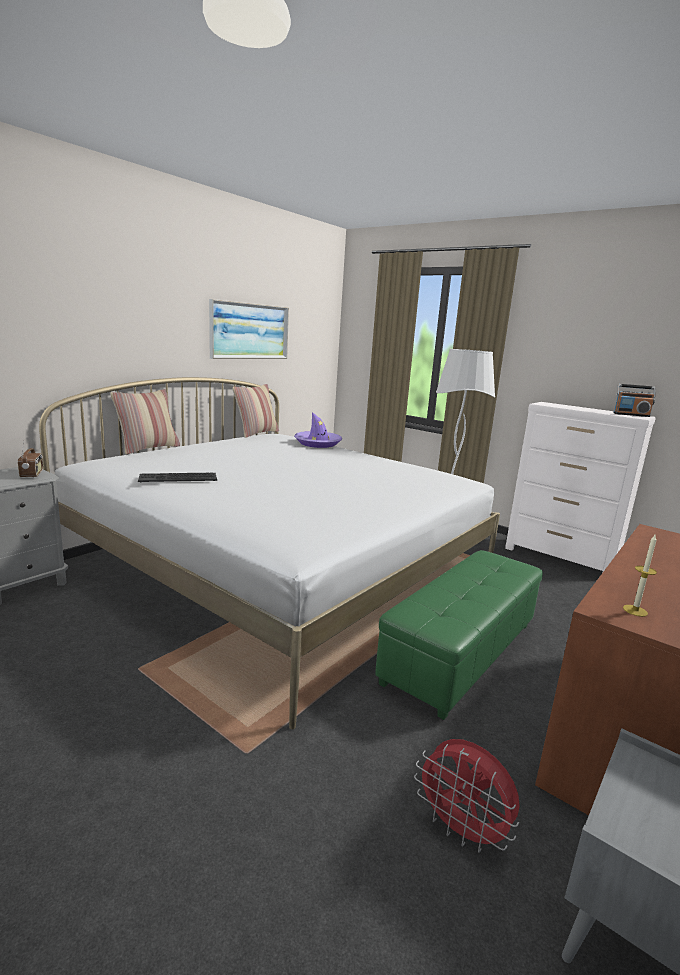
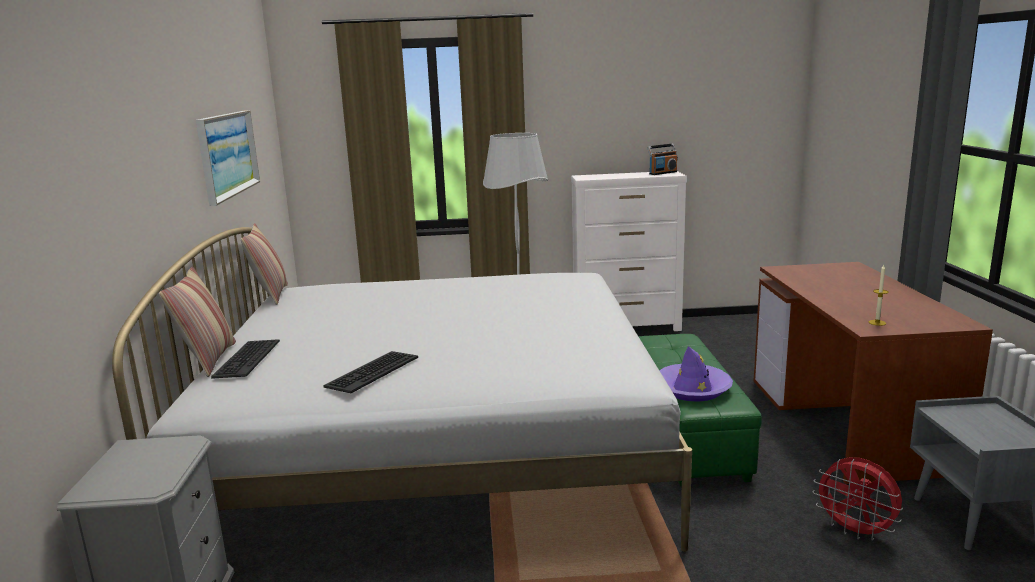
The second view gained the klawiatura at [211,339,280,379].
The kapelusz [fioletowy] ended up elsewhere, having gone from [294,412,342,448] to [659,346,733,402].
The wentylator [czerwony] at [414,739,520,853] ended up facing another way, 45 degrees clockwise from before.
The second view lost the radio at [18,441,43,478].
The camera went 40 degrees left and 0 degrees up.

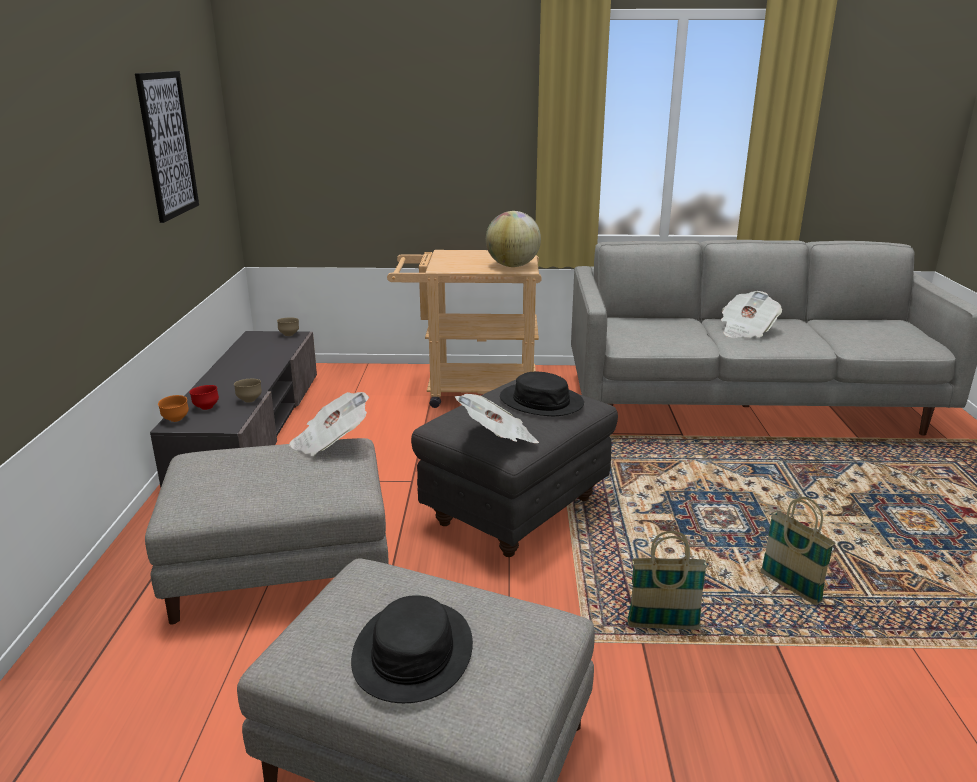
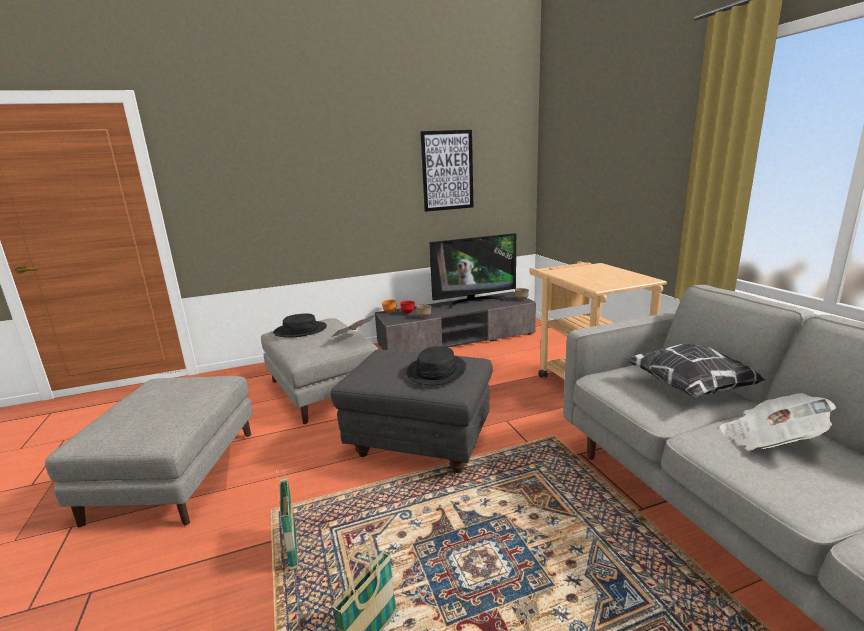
The kapelusz [czarny] ended up elsewhere, having gone from [351,595,473,703] to [273,313,327,338].
The second view gained the telewizor at [430,233,516,309].
The second view gained the poduszka at [625,344,766,398].
The second view lost the gazeta at [455,394,539,443].
The second view lost the globus at [486,211,541,267].
The camera went 70 degrees right and 5 degrees down.

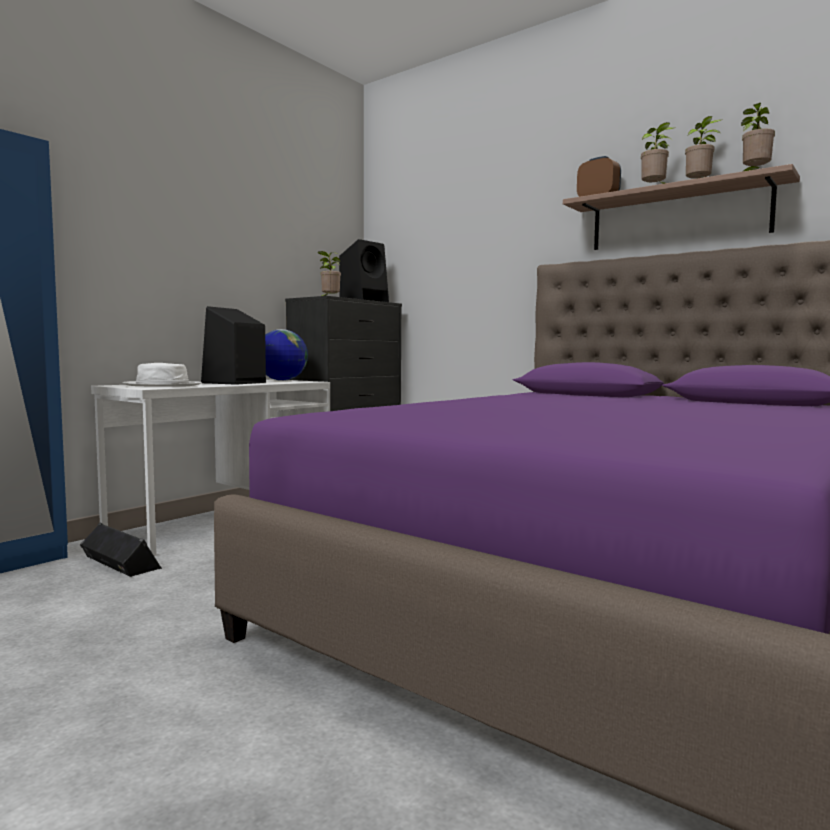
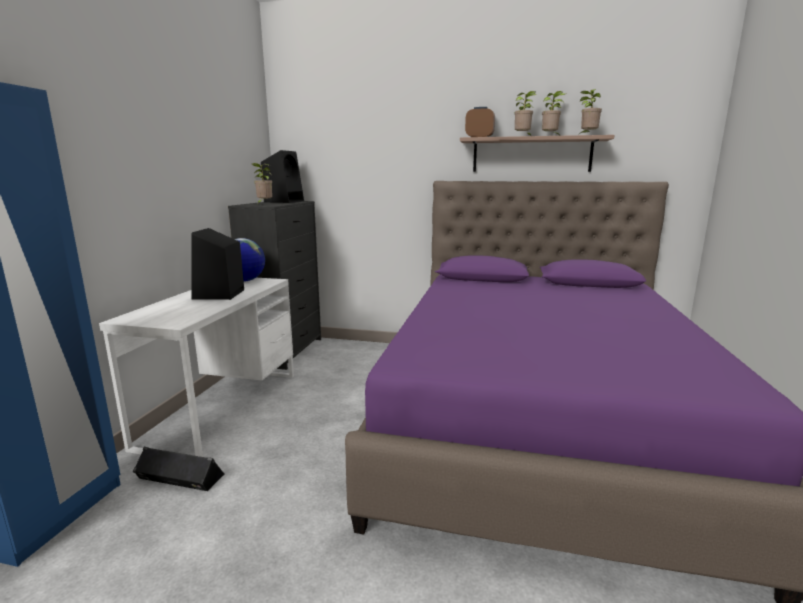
The second view lost the kapelusz [biały] at [122,363,202,387].
The camera went 25 degrees left and 10 degrees up.

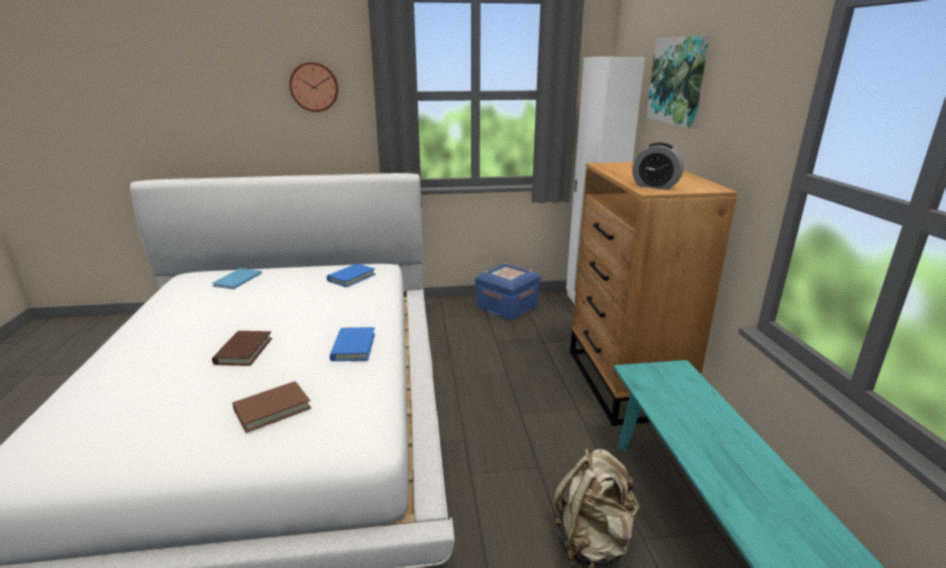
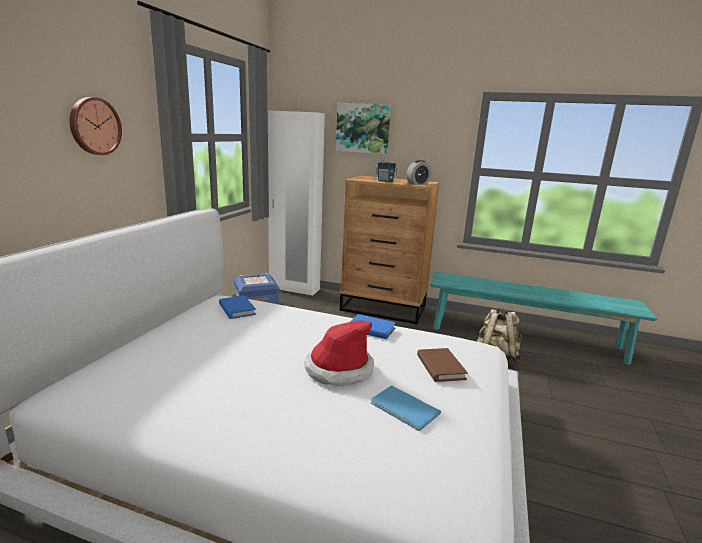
Where the książka [brązowy] stood at [212,331,272,366], the kapelusz came to stand at [305,320,374,386].
The książka [niebieski] ended up elsewhere, having gone from [211,268,262,289] to [370,385,441,431].
The second view gained the radio at [376,151,397,182].
The camera went 65 degrees left and 5 degrees down.

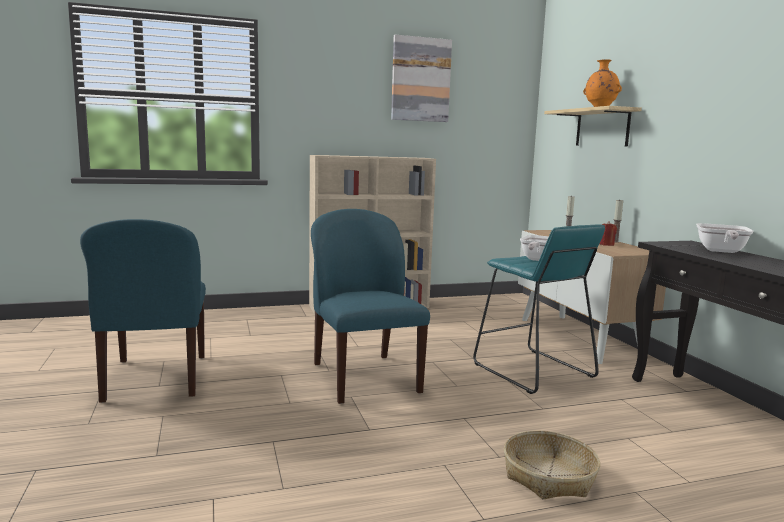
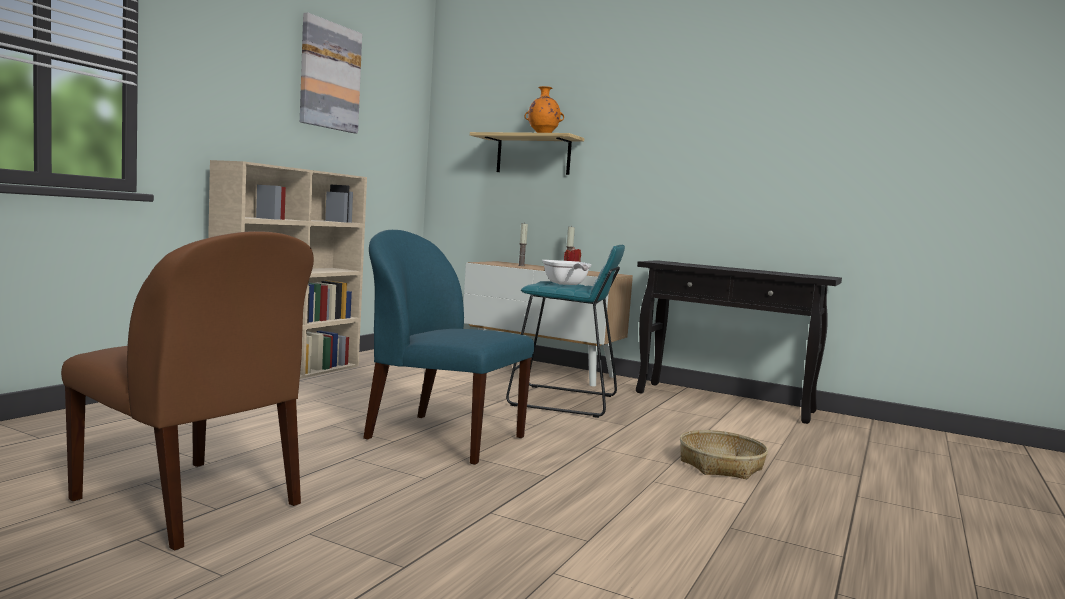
What was the krzesło [niebieski] at [80,219,206,403] turned into the krzesło [brązowy] at [61,231,314,550].
The second view lost the patelnia at [696,223,754,253].
The camera went 45 degrees left and 5 degrees down.

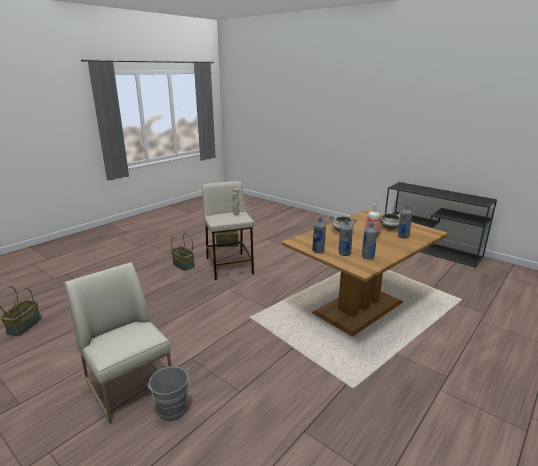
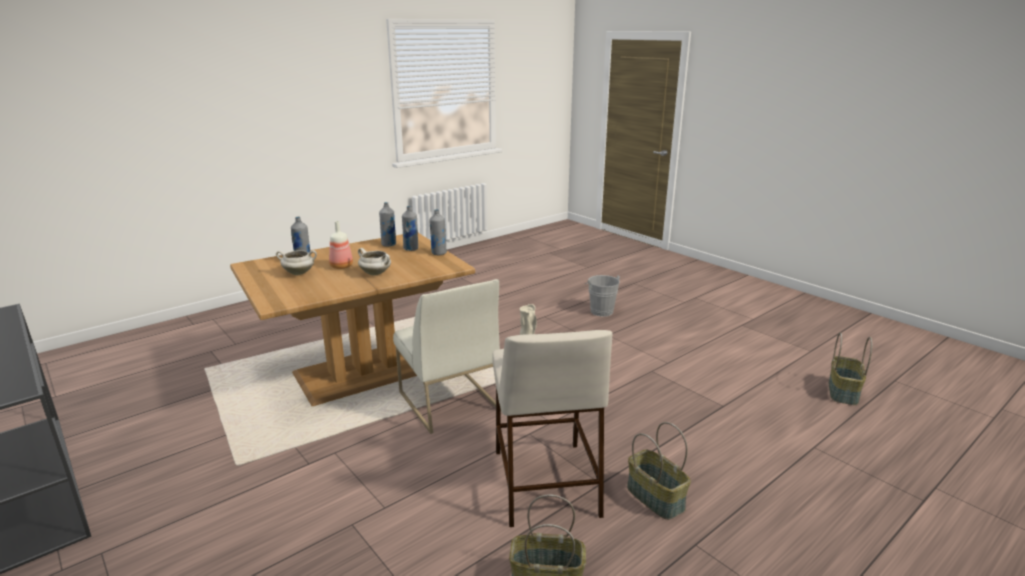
The krzesło [biały] ended up elsewhere, having gone from [65,262,171,423] to [393,279,500,434].
The camera went 170 degrees left and 0 degrees up.

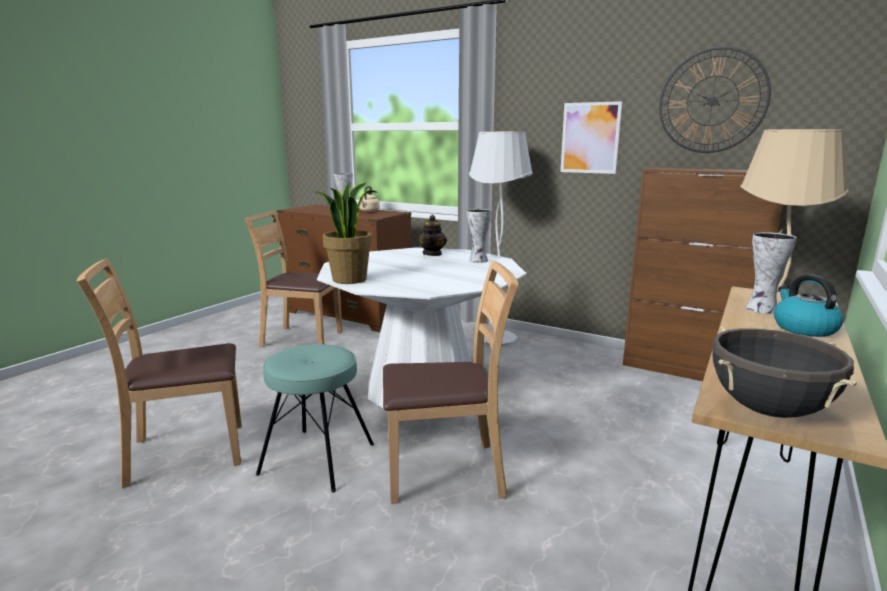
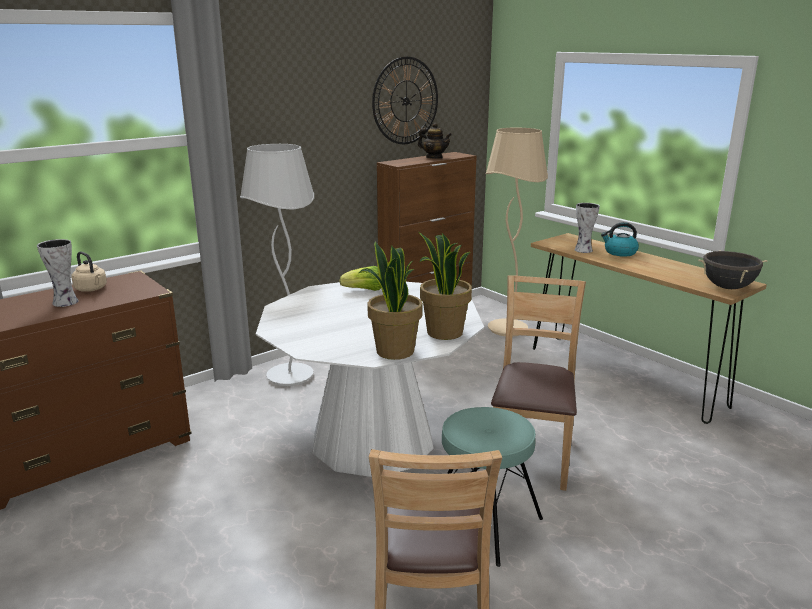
Where the wazon stood at [467,209,492,263], the sałata came to stand at [340,266,381,291].
The imbryk ended up elsewhere, having gone from [418,215,447,256] to [418,123,452,159].
The second view gained the roślina doniczkowa at [419,232,472,340].
The second view lost the krzesło [brązowy] at [245,210,342,347].
The second view lost the obraz at [560,101,622,174].
The camera went 70 degrees left and 5 degrees up.

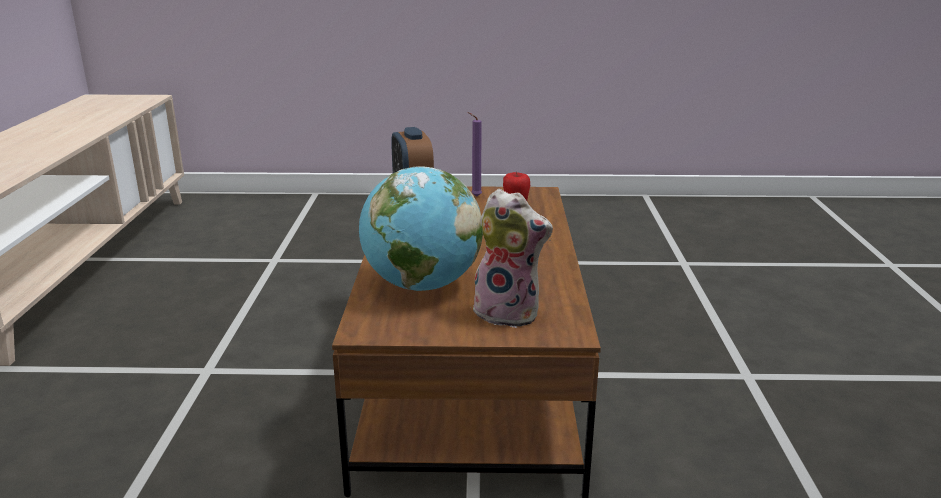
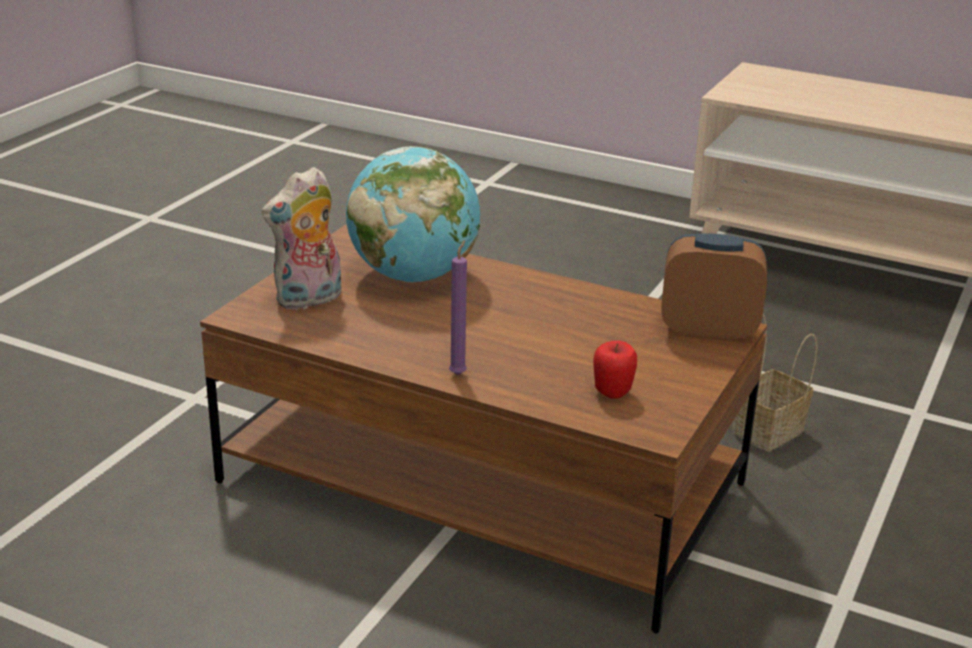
The świeca [fioletowy] ended up elsewhere, having gone from [468,112,482,197] to [449,240,467,375].
The second view gained the koszyk at [732,314,817,451].
The camera went 115 degrees right and 5 degrees up.

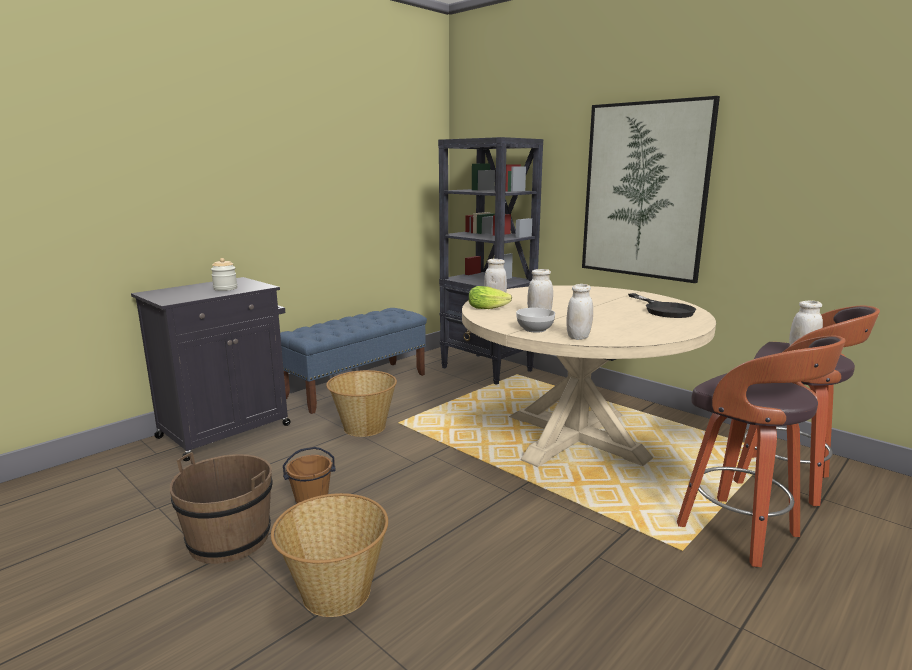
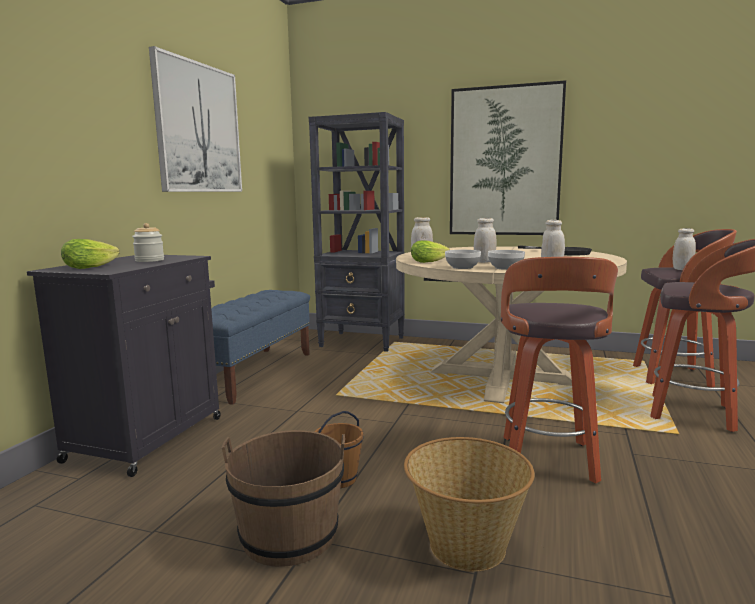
The second view gained the sałata at [61,239,120,269].
The second view gained the obraz at [149,46,242,192].
The second view gained the miska at [445,250,481,269].
The second view gained the stołek at [501,257,618,483].
The second view lost the koszyk at [326,370,397,437].
The camera went 25 degrees left and 5 degrees down.

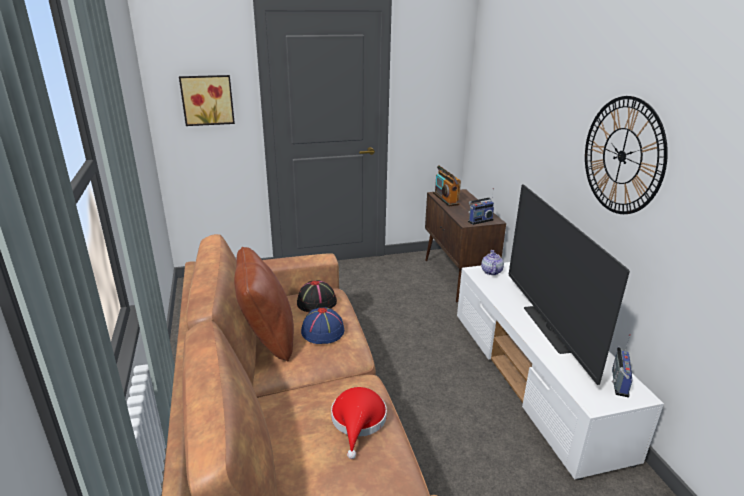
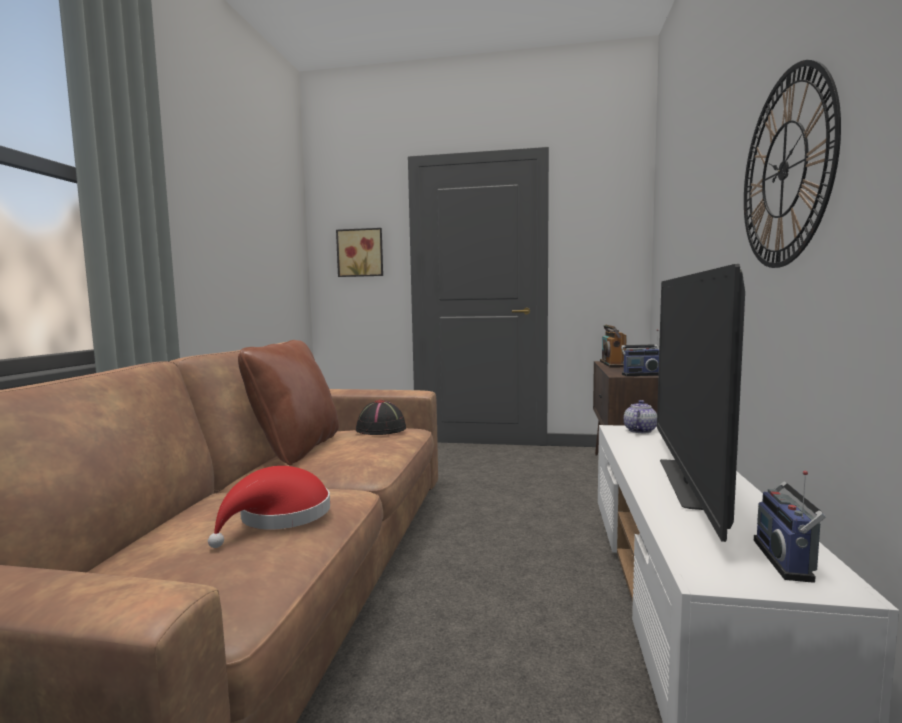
The radio at [612,334,632,398] ended up facing another way, 150 degrees clockwise from before.
The second view lost the kapelusz [niebieski] at [301,307,344,344].
The camera went 25 degrees right and 20 degrees down.

